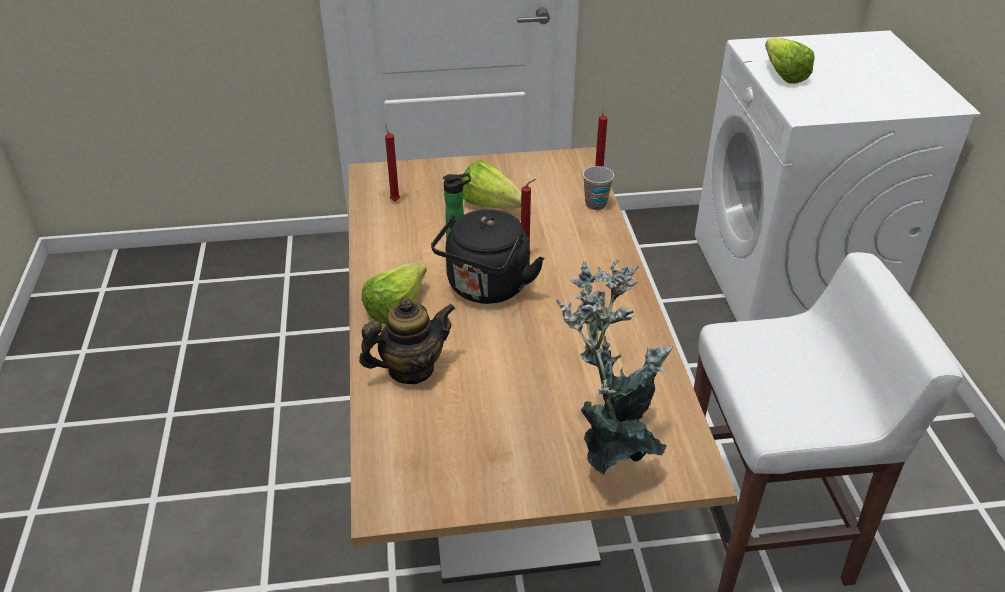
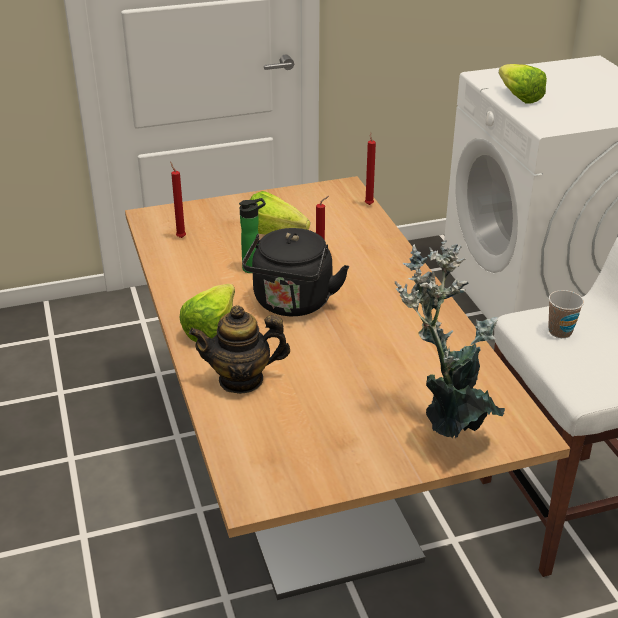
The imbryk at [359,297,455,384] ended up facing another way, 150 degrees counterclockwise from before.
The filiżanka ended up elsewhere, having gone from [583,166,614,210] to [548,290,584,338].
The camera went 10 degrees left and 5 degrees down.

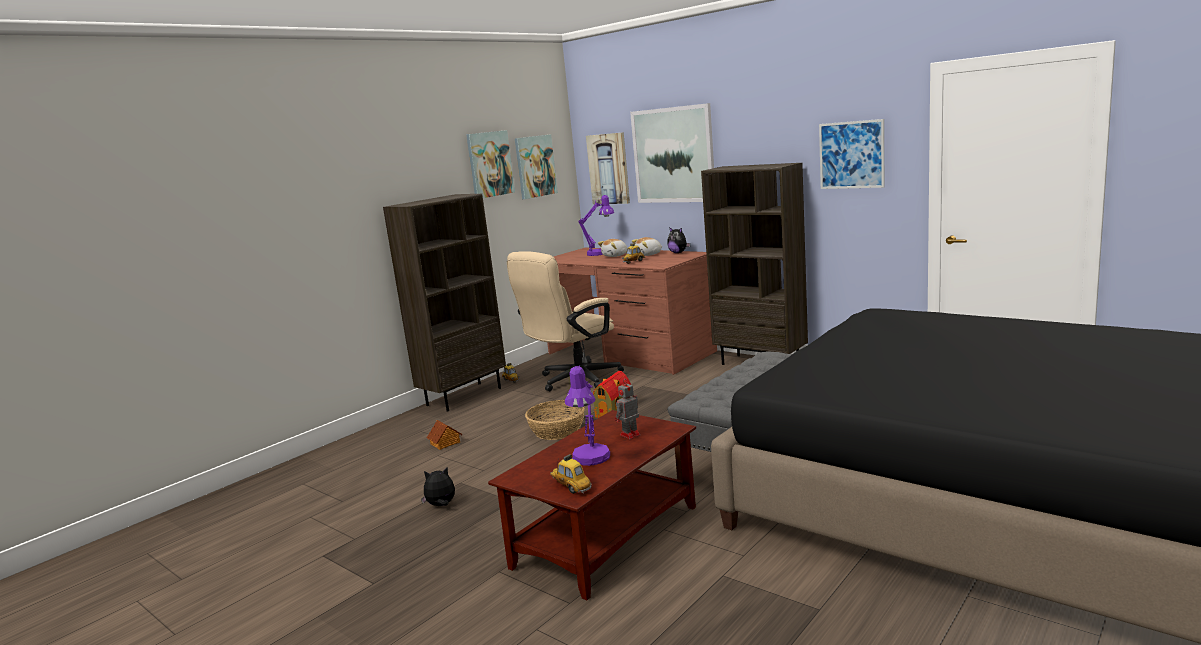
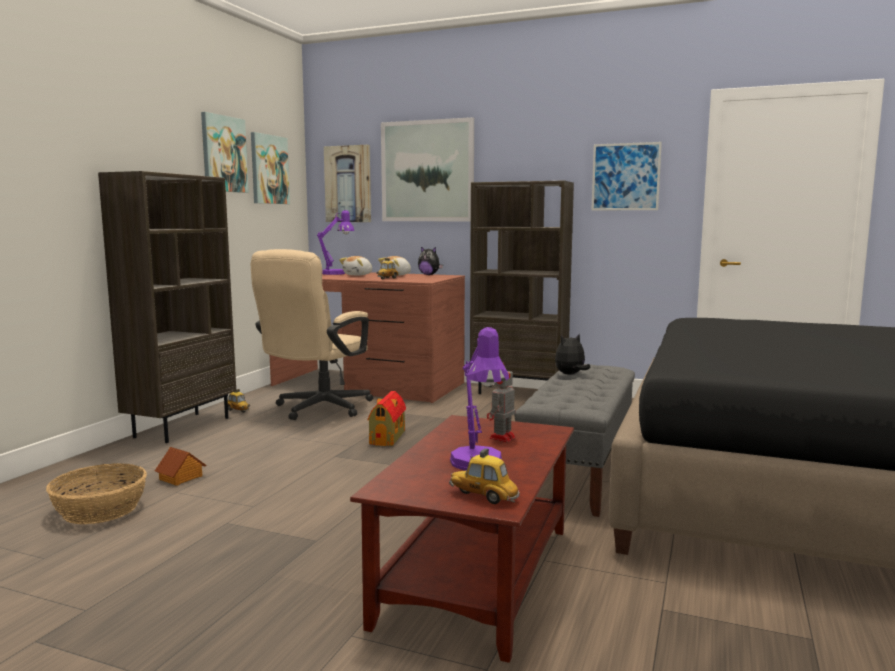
The koszyk ended up elsewhere, having gone from [525,400,585,440] to [46,463,147,524].
The pluszak ended up elsewhere, having gone from [421,467,455,506] to [555,334,591,374].
The camera went 20 degrees left and 5 degrees down.

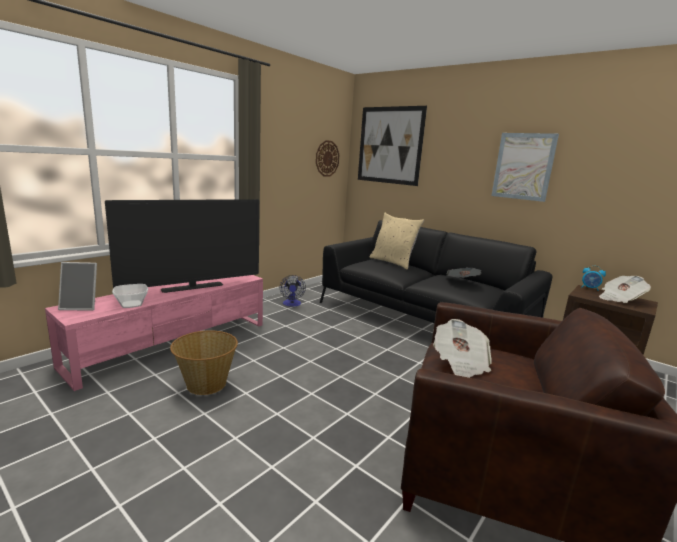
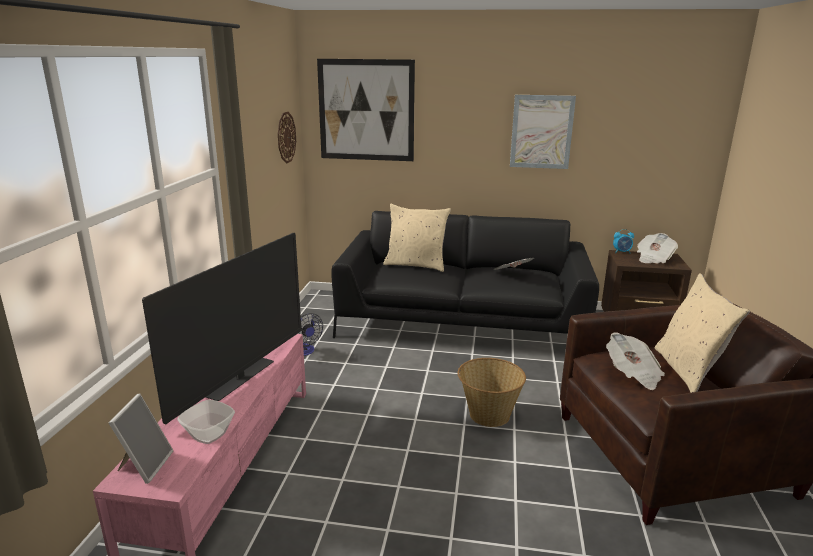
The ramka na zdjęcie at [58,262,97,310] ended up facing another way, 45 degrees counterclockwise from before.
The koszyk ended up elsewhere, having gone from [170,330,238,395] to [458,358,526,427].
The second view gained the poduszka [beżowy] at [655,273,750,393].
The camera went 30 degrees left and 5 degrees up.

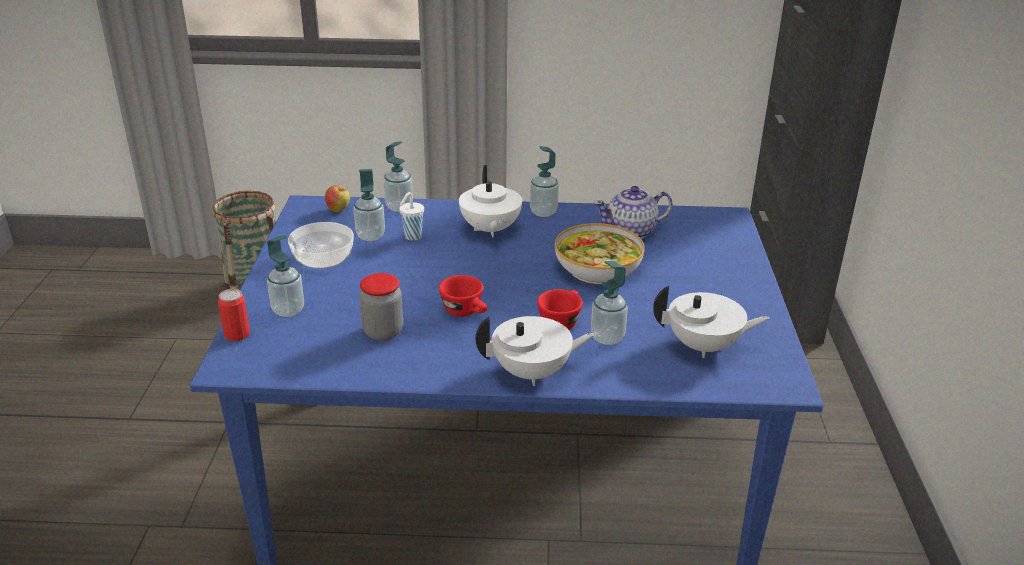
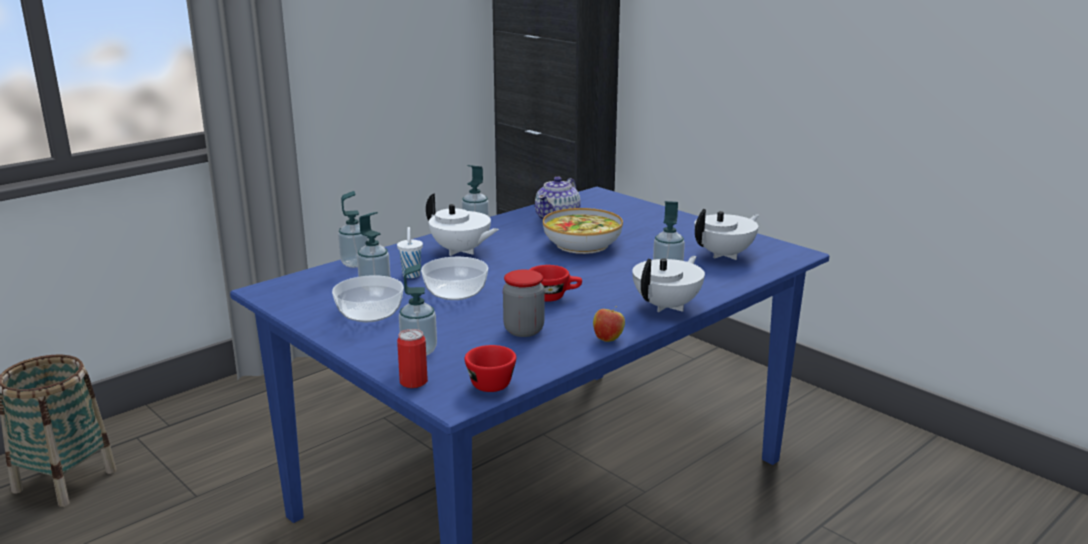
The second view gained the miska at [421,257,488,300].
The filiżanka [czerwony] ended up elsewhere, having gone from [537,289,583,330] to [465,345,516,392].
The jabłko ended up elsewhere, having gone from [325,185,350,212] to [593,306,625,342].
The camera went 45 degrees left and 10 degrees down.

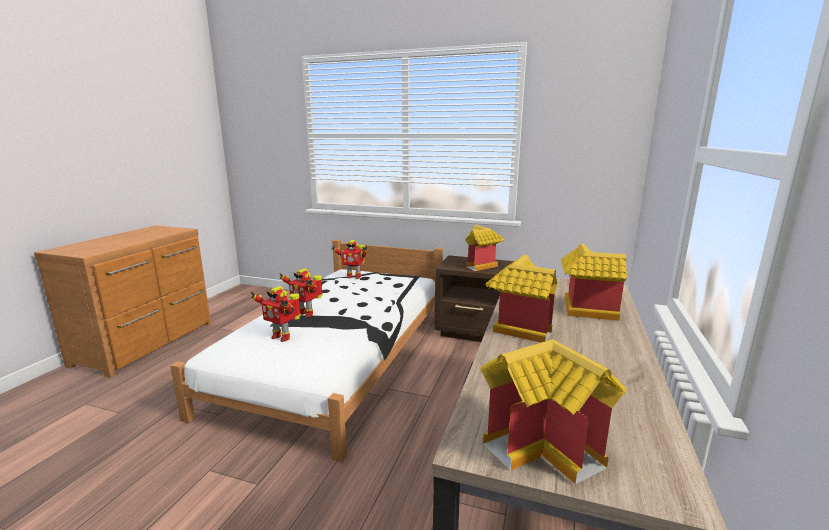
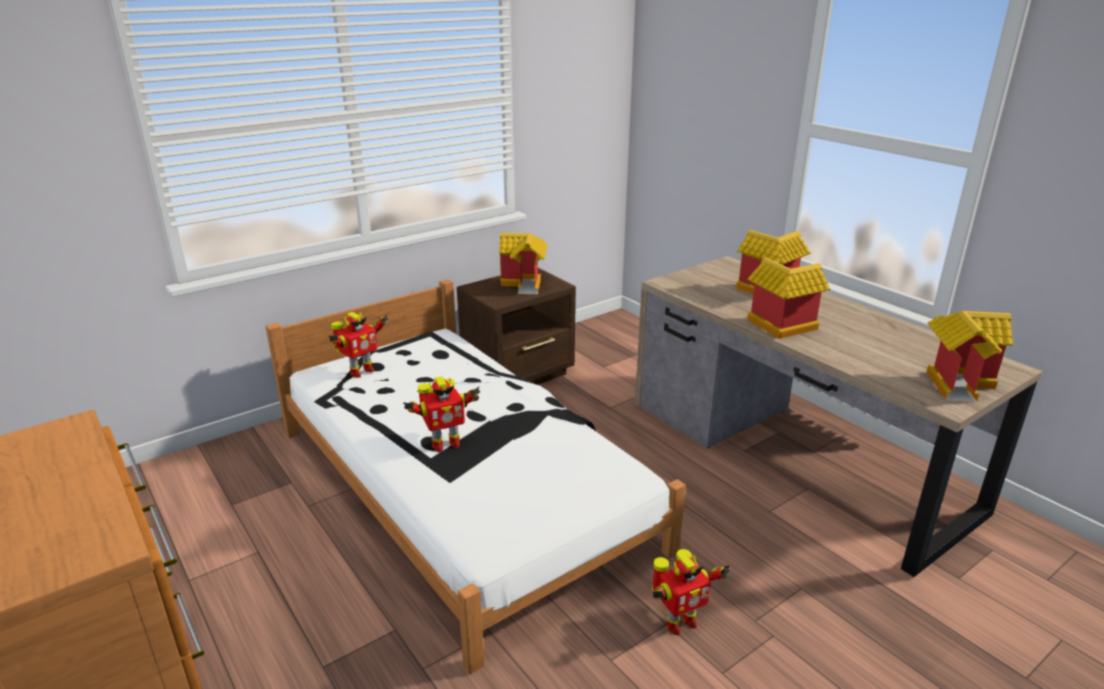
The robot zabawkowy ended up elsewhere, having gone from [251,286,301,342] to [652,549,730,635].
The camera went 55 degrees left and 10 degrees up.

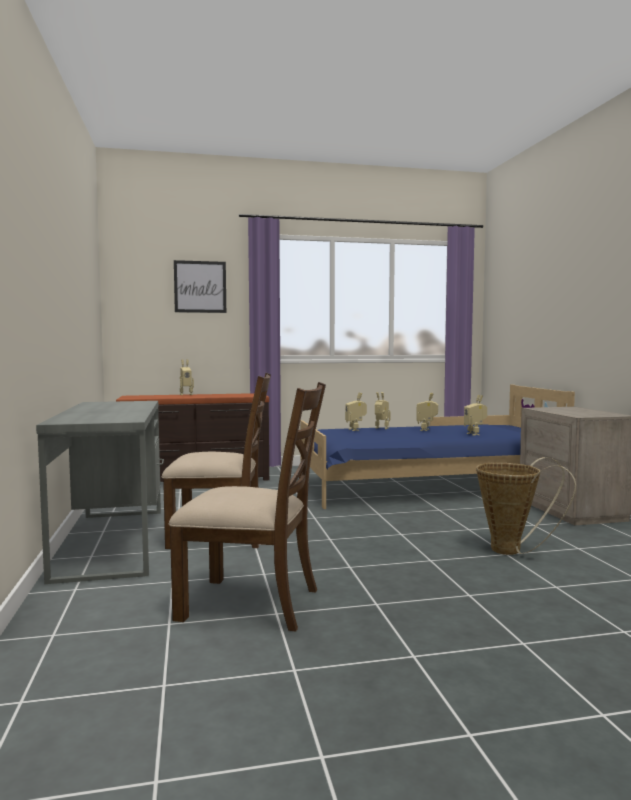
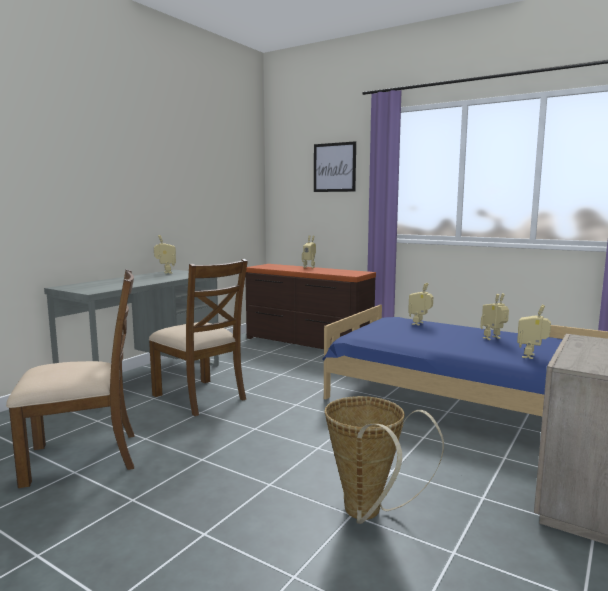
The krzesło [brązowy] at [169,382,326,631] ended up facing another way, 75 degrees counterclockwise from before.
The robot zabawkowy ended up elsewhere, having gone from [375,392,390,429] to [154,235,176,274].
The camera went 45 degrees right and 5 degrees up.

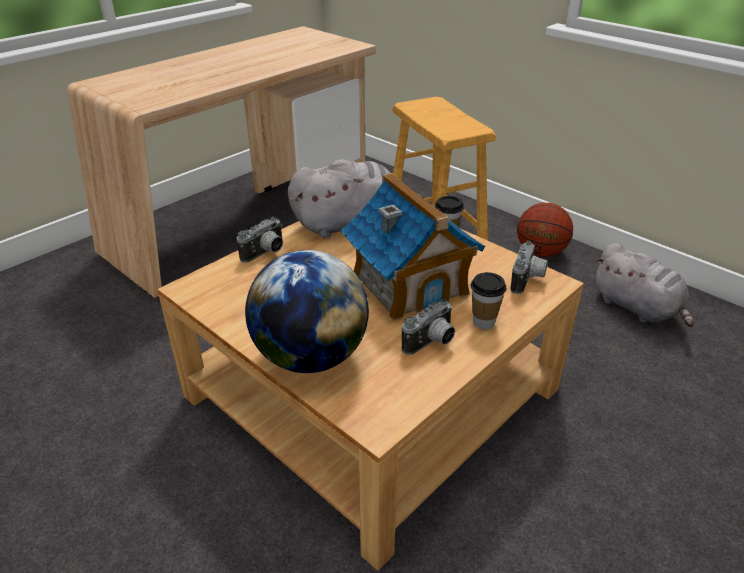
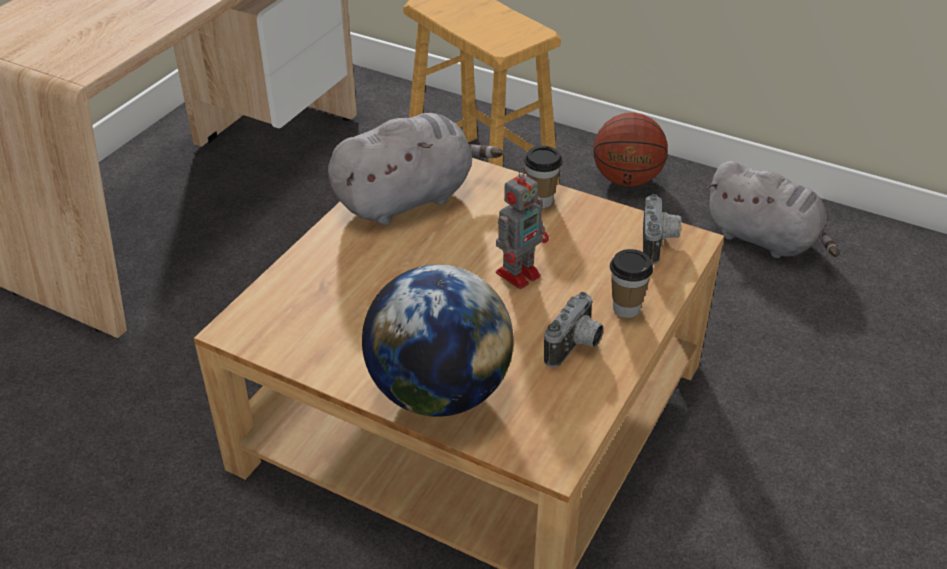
Where the domek stood at [341,173,485,321], the robot zabawkowy came to stand at [496,168,549,289].
The second view lost the aparat fotograficzny at [236,217,283,263].
The camera went 15 degrees left and 5 degrees up.

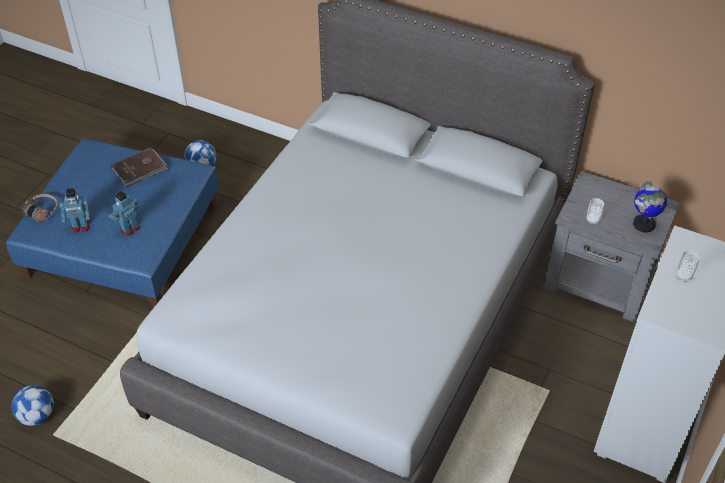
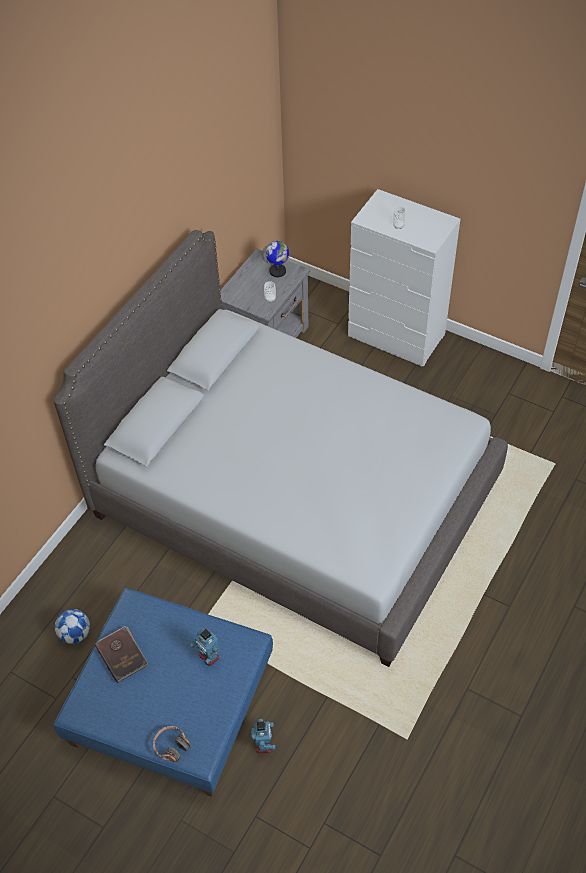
The robot zabawkowy ended up elsewhere, having gone from [60,188,90,233] to [251,719,275,753].
The second view lost the piłka futbolowa at [12,385,54,426].
The camera went 85 degrees left and 5 degrees up.

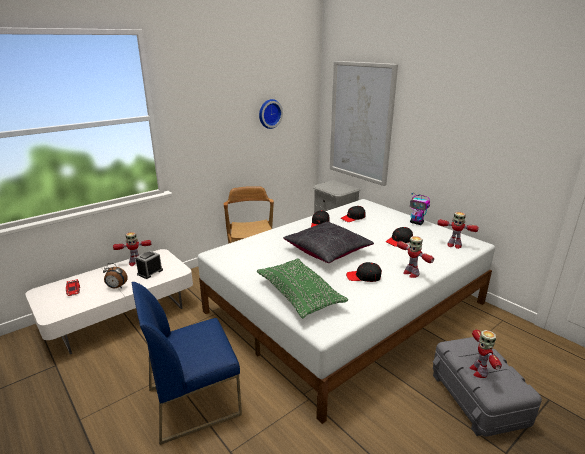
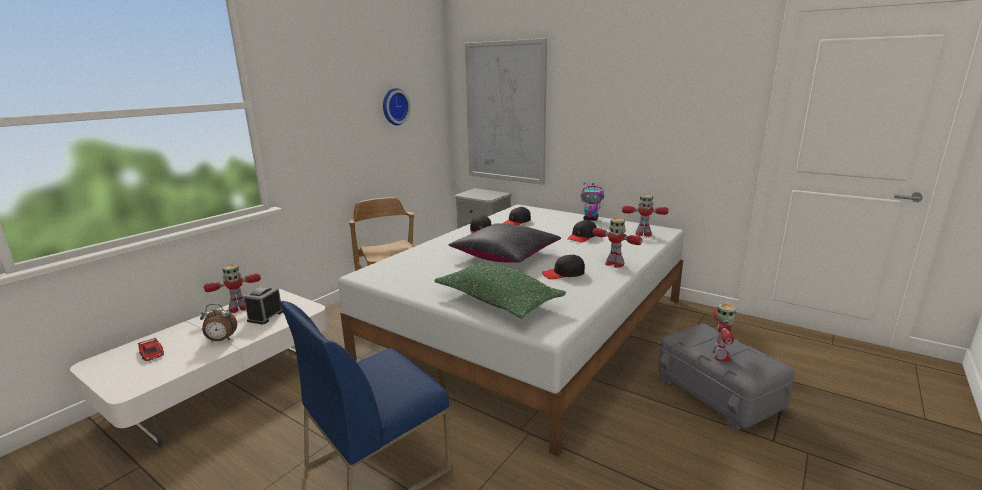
The robot zabawkowy at [470,330,502,378] ended up facing another way, 150 degrees counterclockwise from before.
The camera went 15 degrees left and 5 degrees down.

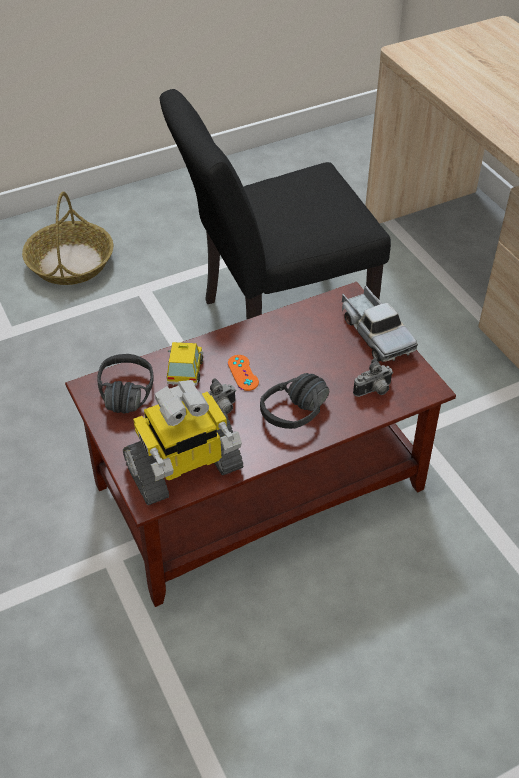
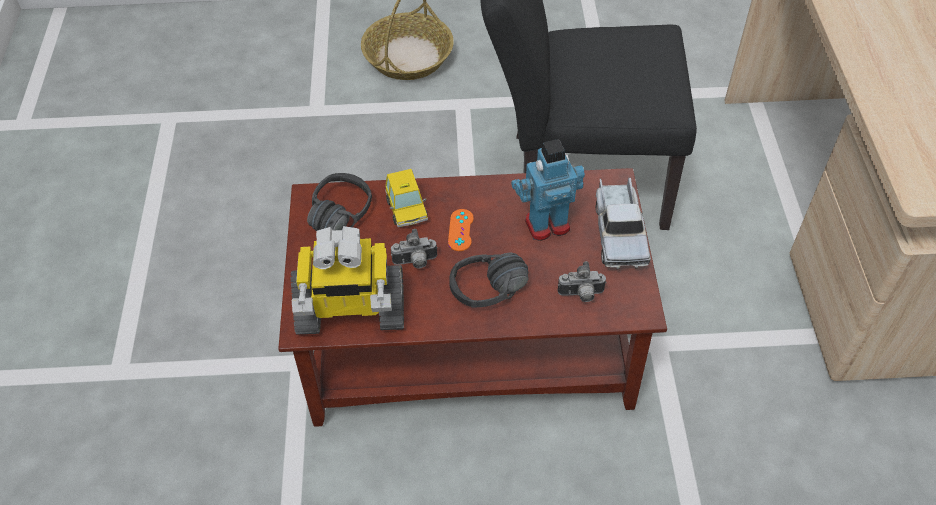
The samochodzik at [167,342,203,386] ended up facing another way, 135 degrees clockwise from before.
The second view gained the robot zabawkowy at [511,139,585,241].
The camera went 25 degrees right and 5 degrees up.

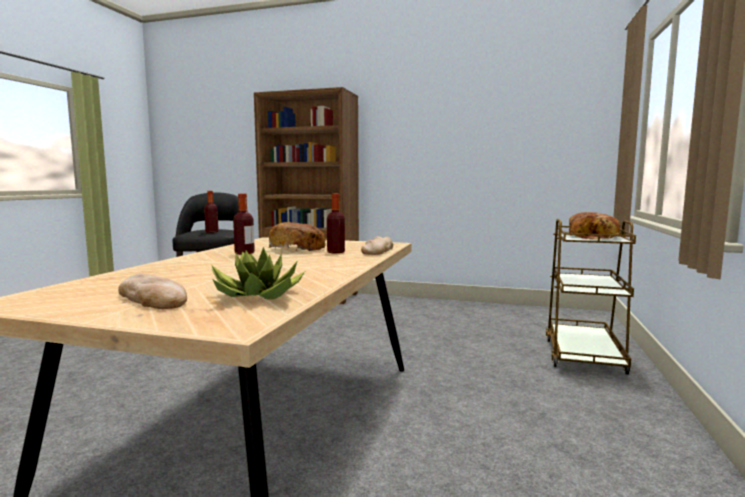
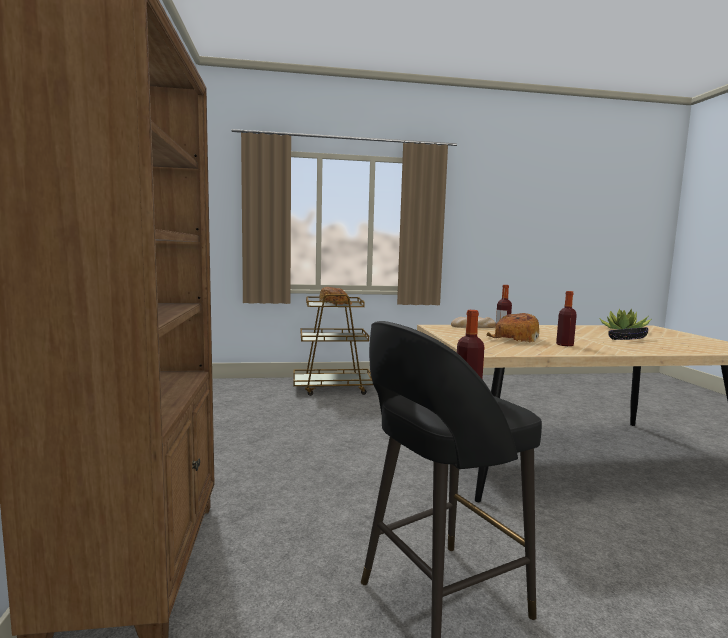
The second view gained the miska [czarny] at [608,327,648,340].
The second view lost the chleb at [118,274,187,309].
The camera went 115 degrees left and 0 degrees up.

